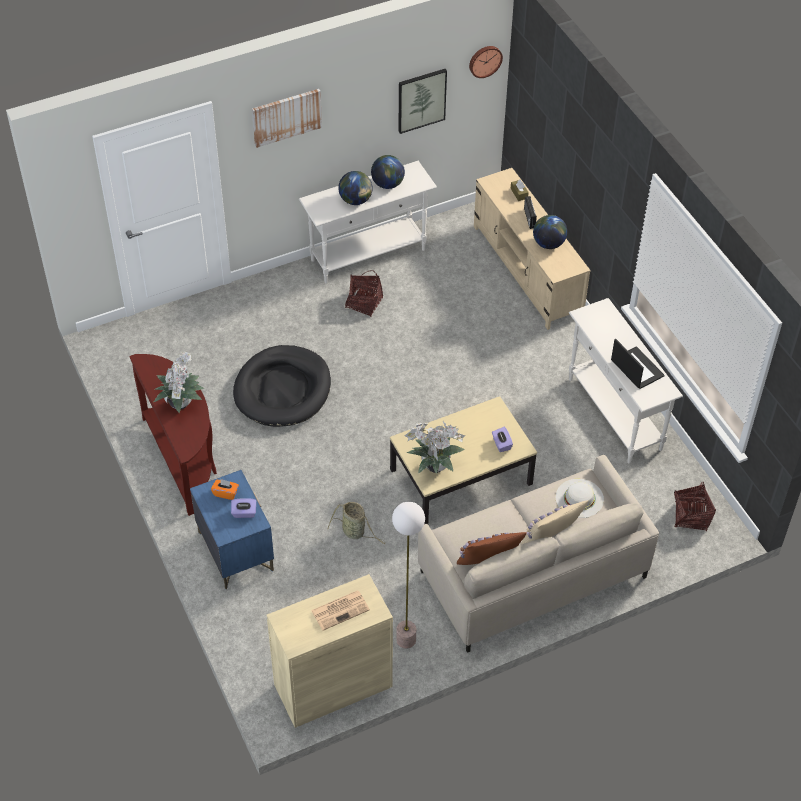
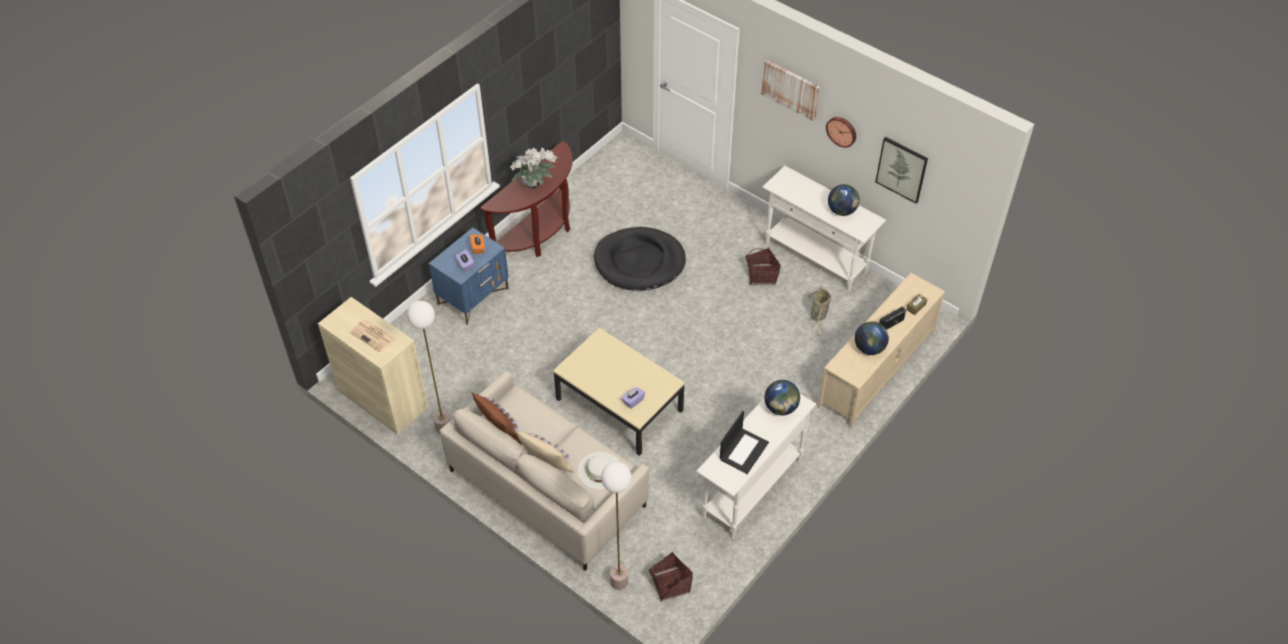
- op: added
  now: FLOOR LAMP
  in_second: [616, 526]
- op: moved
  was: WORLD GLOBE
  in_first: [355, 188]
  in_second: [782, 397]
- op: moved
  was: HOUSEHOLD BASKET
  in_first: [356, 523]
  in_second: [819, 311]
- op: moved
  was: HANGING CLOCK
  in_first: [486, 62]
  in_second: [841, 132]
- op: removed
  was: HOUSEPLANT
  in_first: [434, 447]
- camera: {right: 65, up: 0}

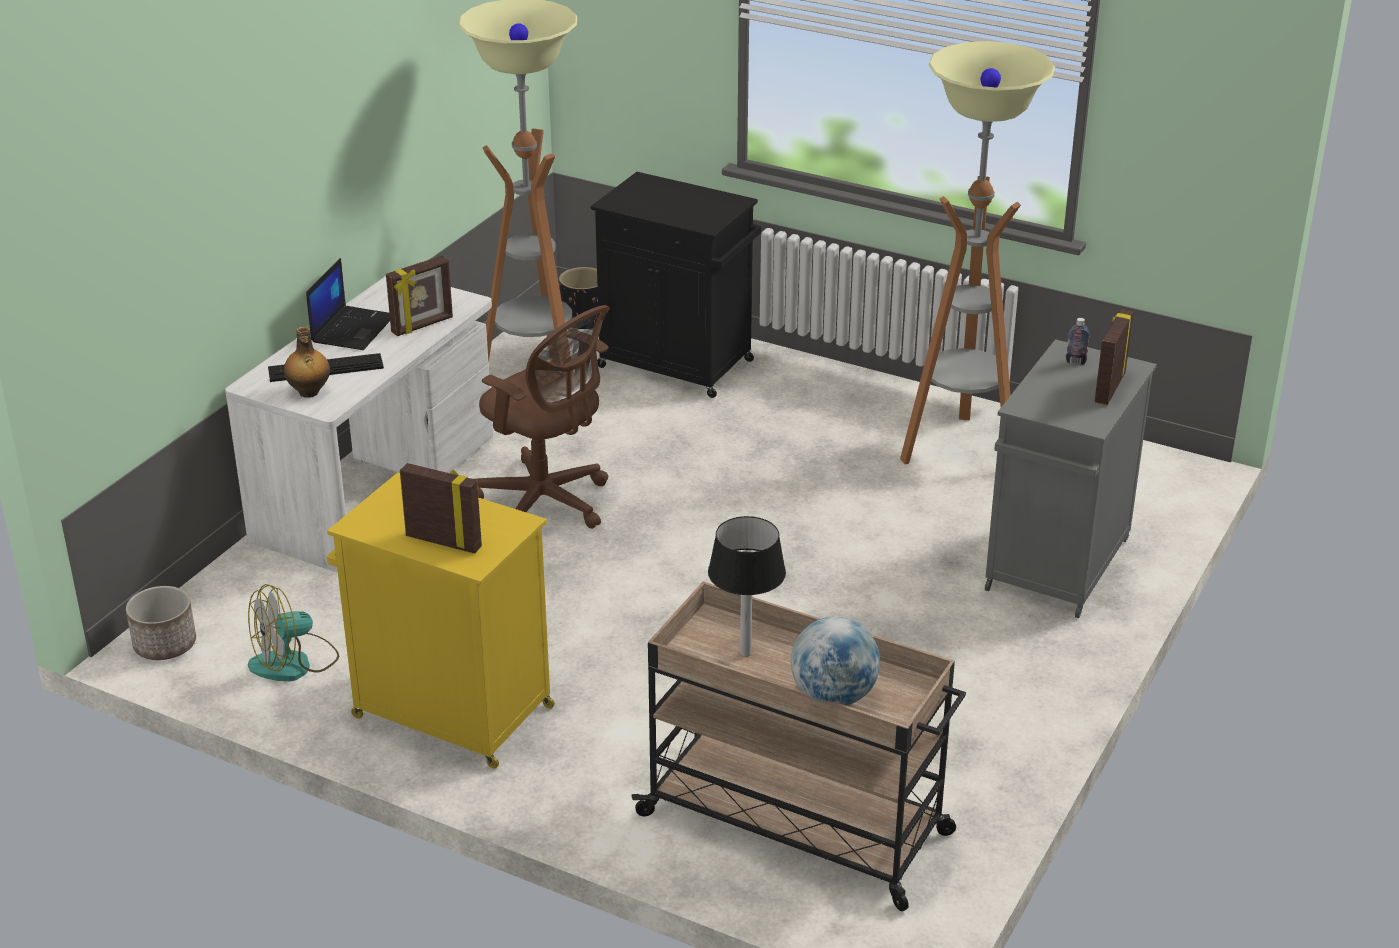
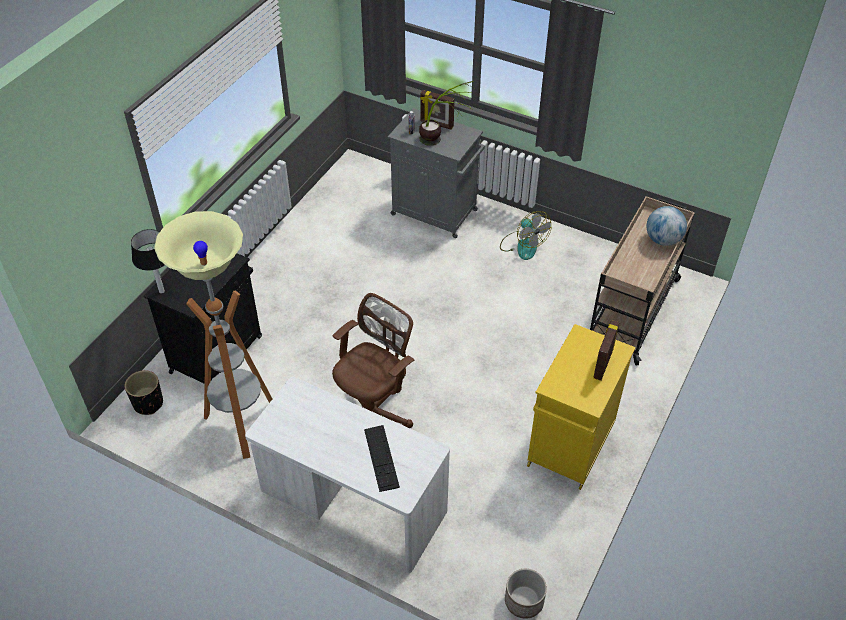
- op: moved
  was: TABLETOP LAMP
  in_first: [747, 586]
  in_second: [148, 261]
- op: added
  now: HOUSEPLANT
  in_second: [446, 113]
- op: moved
  was: ELECTRIC FAN
  in_first: [293, 632]
  in_second: [526, 235]
- op: removed
  was: BEVERAGE BOTTLE
  in_first: [307, 362]
- op: removed
  was: LAPTOP
  in_first: [348, 304]
- op: removed
  was: PICTURE FRAME
  in_first: [419, 295]
- op: removed
  was: FLOOR LAMP
  in_first: [977, 252]
- camera: {right: -90, up: 15}

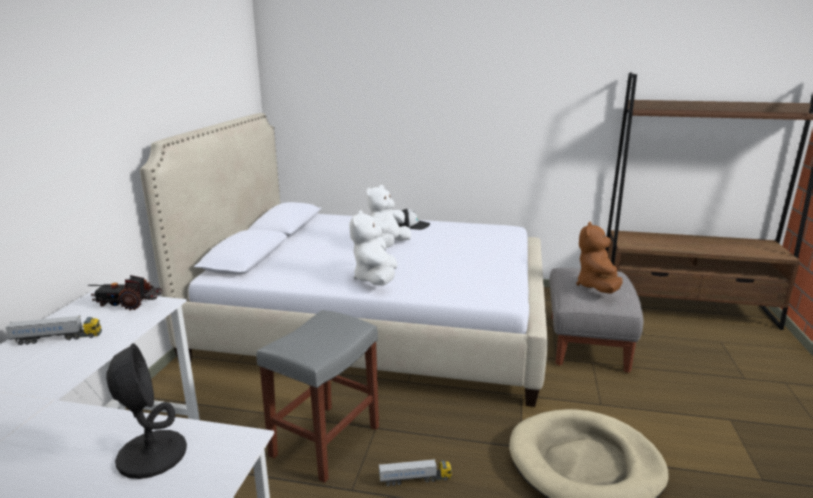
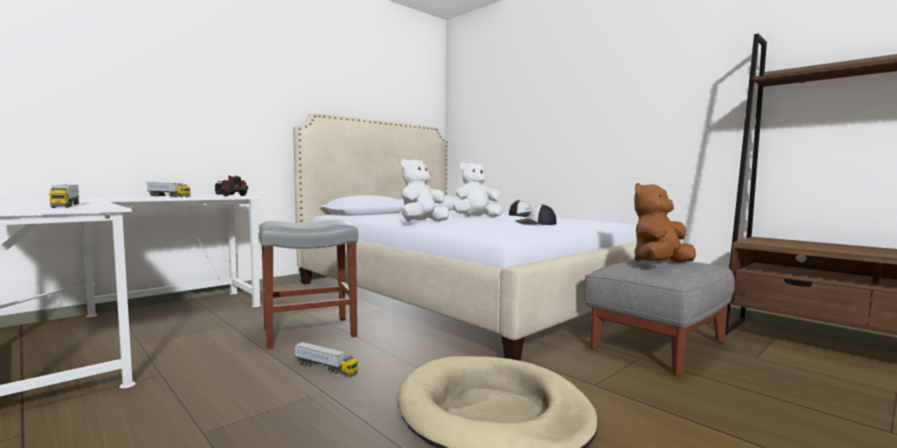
- op: replaced
  was: BLACK TABLETOP LAMP
  now: MODEL TRUCK
  in_first: [146, 411]
  in_second: [64, 196]
- op: added
  now: CAP
  in_second: [535, 214]
- camera: {right: 35, up: -15}

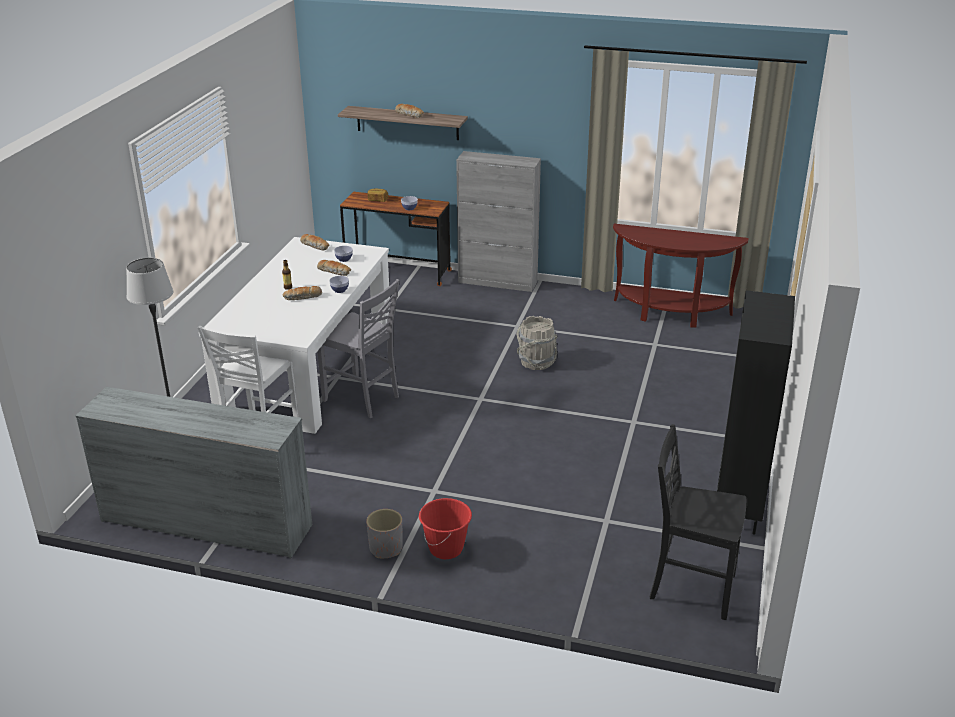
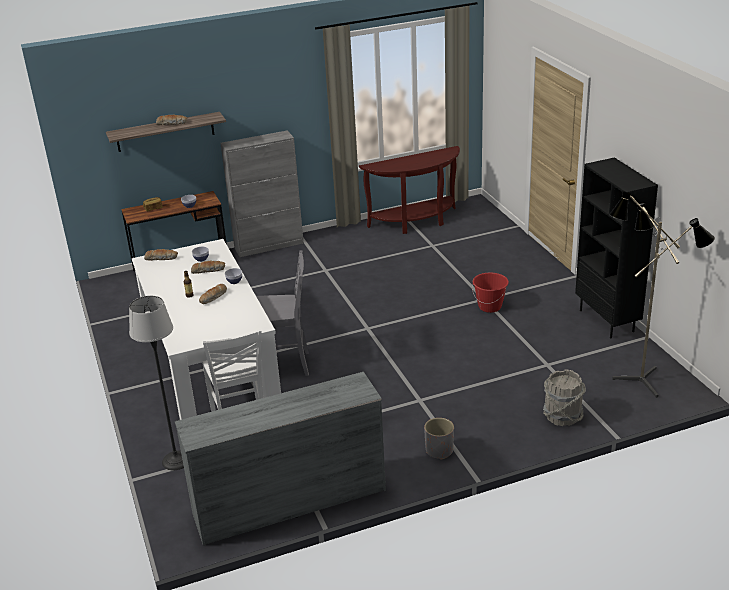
- op: moved
  was: REDDISH WATER BUCKET
  in_first: [445, 528]
  in_second: [490, 293]
- op: moved
  was: GREYISH WATER BUCKET
  in_first: [536, 343]
  in_second: [564, 398]
- op: replaced
  was: BLACK PLAIN CHAIR
  now: FLOOR LAMP
  in_first: [698, 522]
  in_second: [662, 294]
- camera: {right: -35, up: 0}

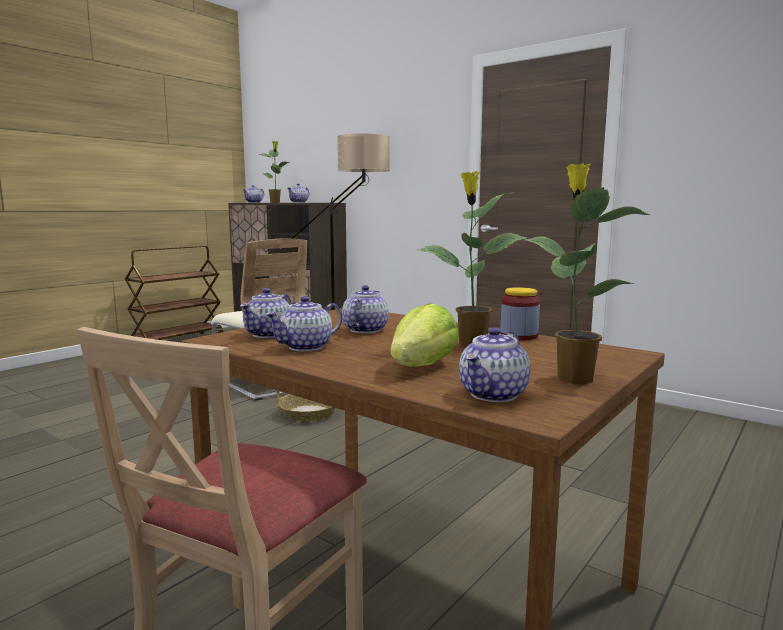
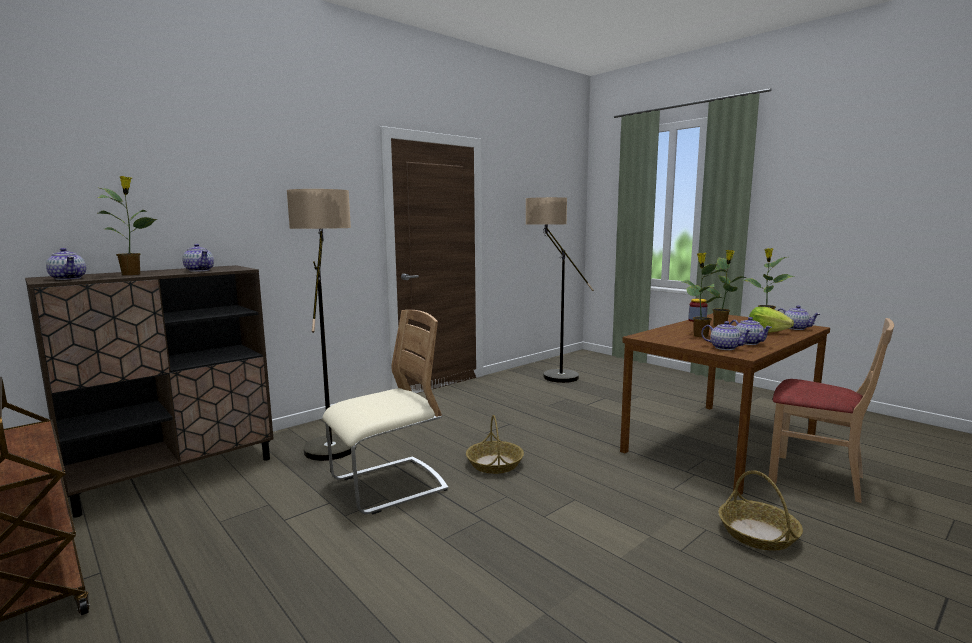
- op: added
  now: FLOOR LAMP
  in_second: [560, 290]
- op: replaced
  was: TEAPOT
  now: HOUSEPLANT
  in_first: [365, 309]
  in_second: [704, 295]
- op: added
  now: HOUSEHOLD BASKET
  in_second: [760, 510]
- camera: {right: -80, up: 0}

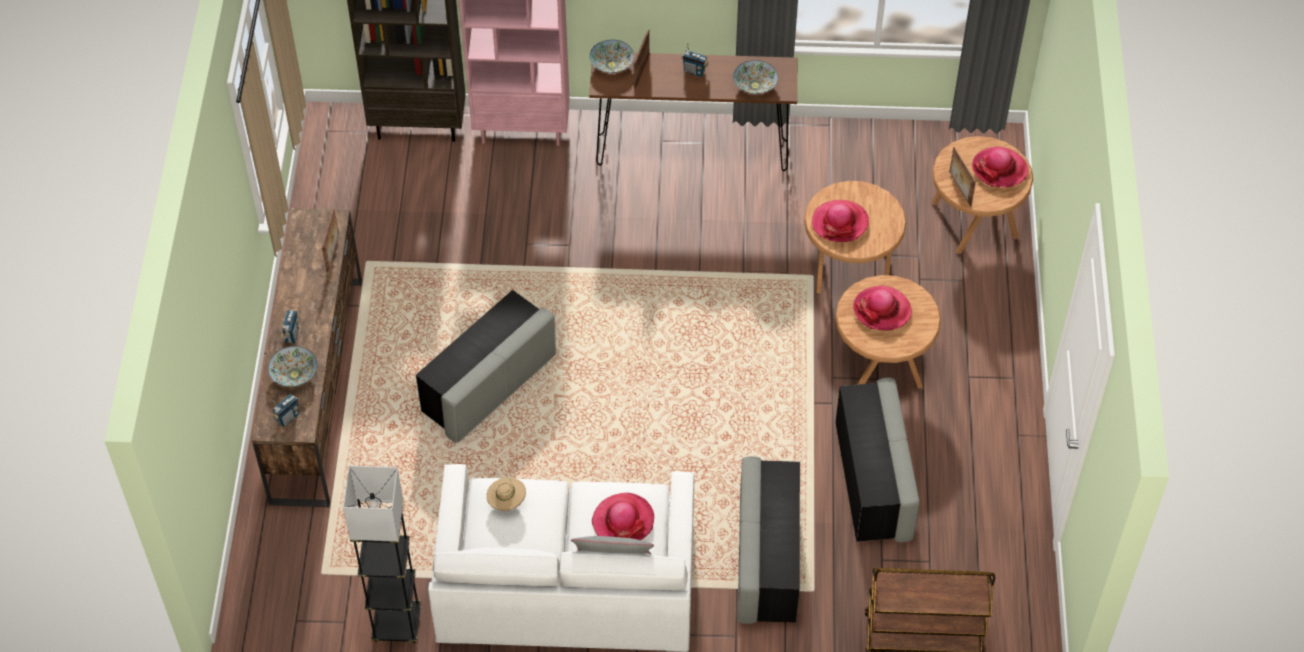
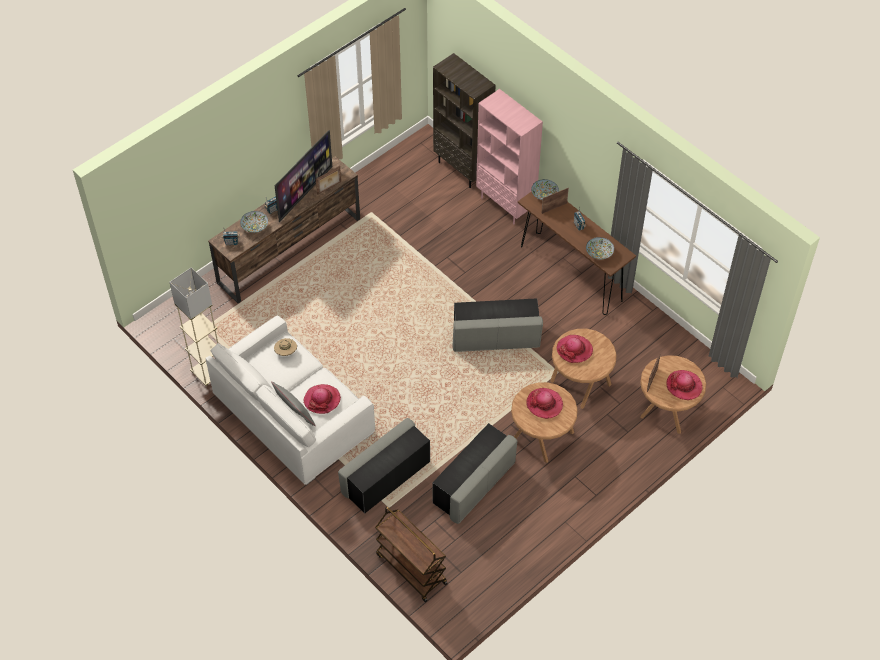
- op: recoloured
  was: BLACK FLOOR LAMP
  now: SAND-COLOURED FLOOR LAMP
  in_first: [382, 554]
  in_second: [194, 327]
- op: added
  now: TELEVISION
  in_second: [303, 176]
- op: moved
  was: GREYISH OTTOMAN
  in_first: [486, 366]
  in_second: [498, 325]
- camera: {right: 45, up: 0}

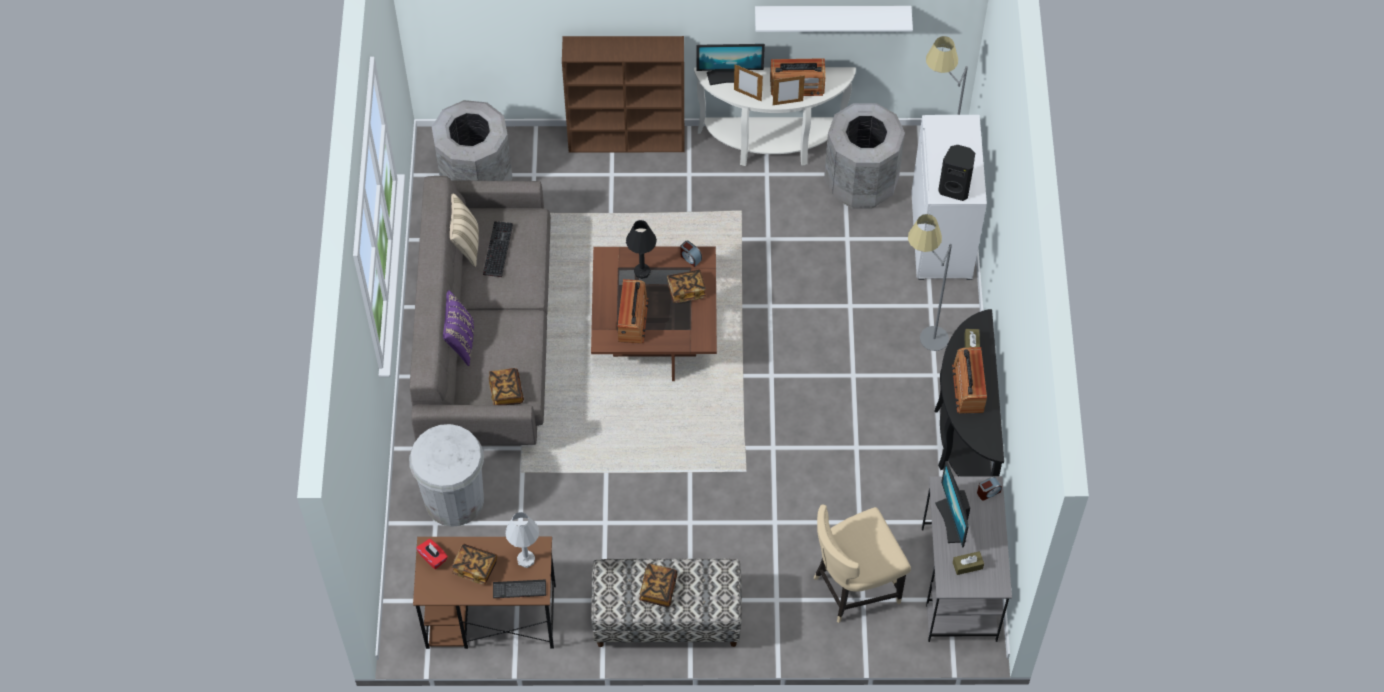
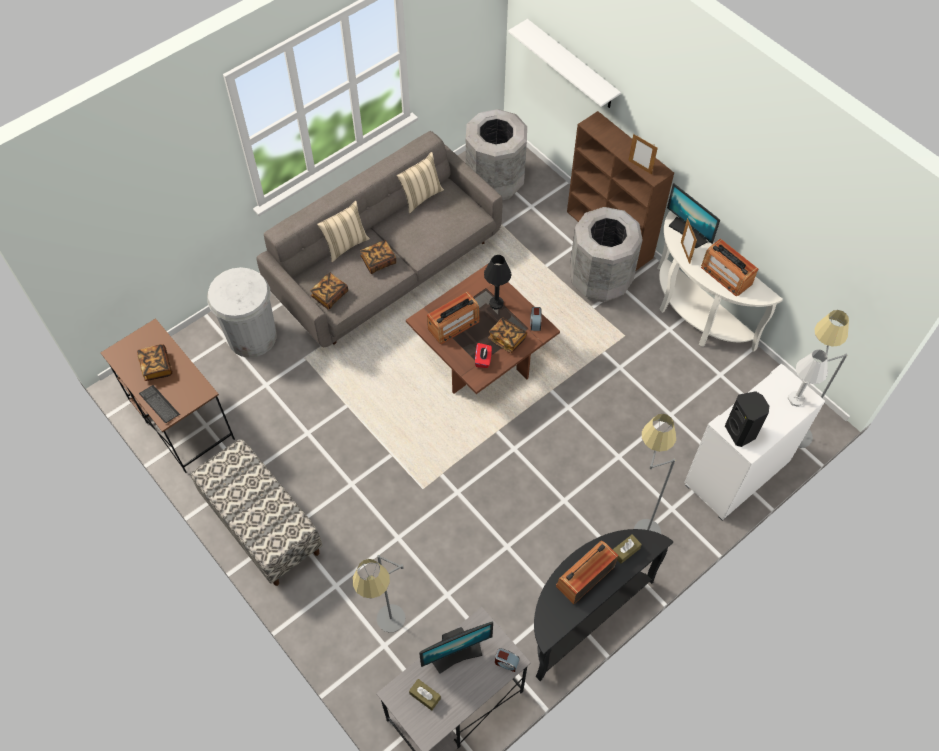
- op: recoloured
  was: PURPLE-COLOURED CUSHION
  now: SAND-COLOURED CUSHION
  in_first: [458, 328]
  in_second: [343, 231]
- op: replaced
  was: SAND-COLOURED PLAIN CHAIR
  now: GREYISH FLOOR LAMP
  in_first: [862, 563]
  in_second: [379, 594]
- op: moved
  was: BOUND BOOK
  in_first: [658, 585]
  in_second: [378, 257]
- op: turned
  was: MONITOR
  in_first: [952, 504]
  in_second: [456, 648]
  clockwise: -150
- op: moved
  was: REDDISH TISSUE BOX
  in_first: [432, 554]
  in_second: [483, 355]
- op: moved
  was: WHITE BRACKET SHELF
  in_first: [834, 19]
  in_second: [564, 63]
- op: moved
  was: GREYISH TRASH CAN
  in_first: [864, 156]
  in_second: [606, 254]
- op: moved
  was: PICTURE FRAME
  in_first: [789, 90]
  in_second: [643, 154]
- op: moved
  was: WHITE TABLETOP LAMP
  in_first: [522, 540]
  in_second: [808, 378]
- op: removed
  was: PC KEYBOARD
  in_first: [498, 249]
- camera: {right: 50, up: 0}

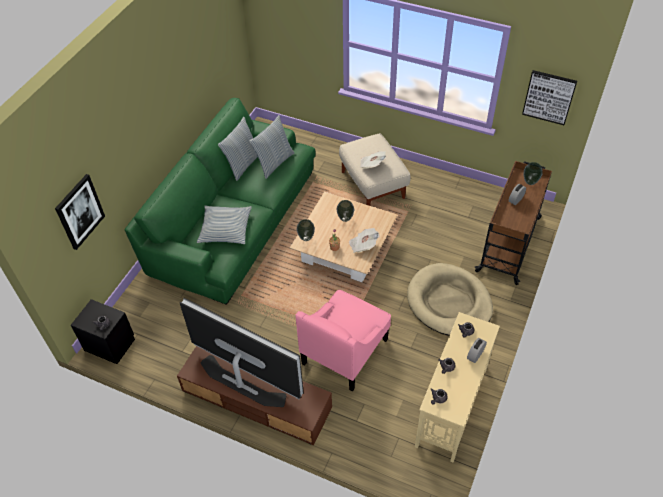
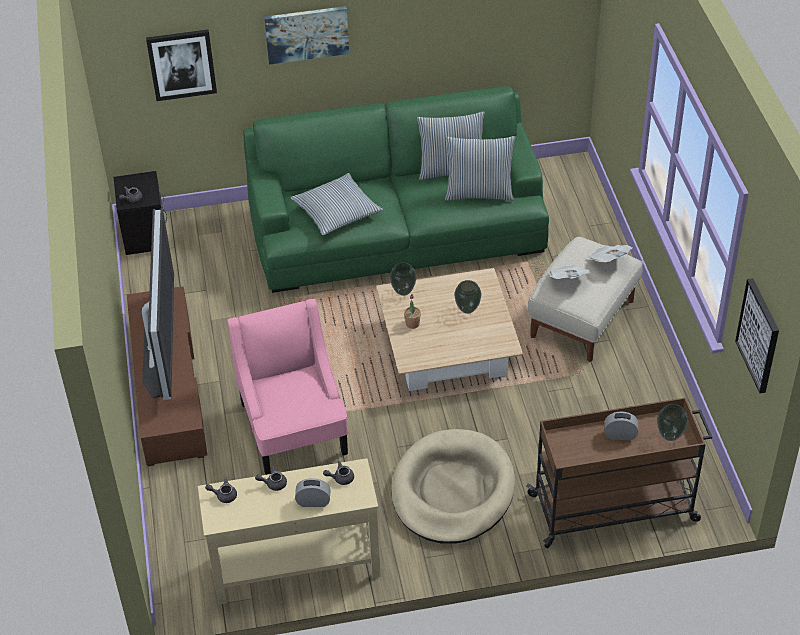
- op: turned
  was: PINKISH LOUNGE CHAIR
  in_first: [343, 341]
  in_second: [288, 386]
  clockwise: 75
- op: added
  now: PICTURE
  in_second: [306, 35]
- op: moved
  was: PRINTED PAPER
  in_first: [364, 240]
  in_second: [610, 253]
- camera: {right: 55, up: -5}

